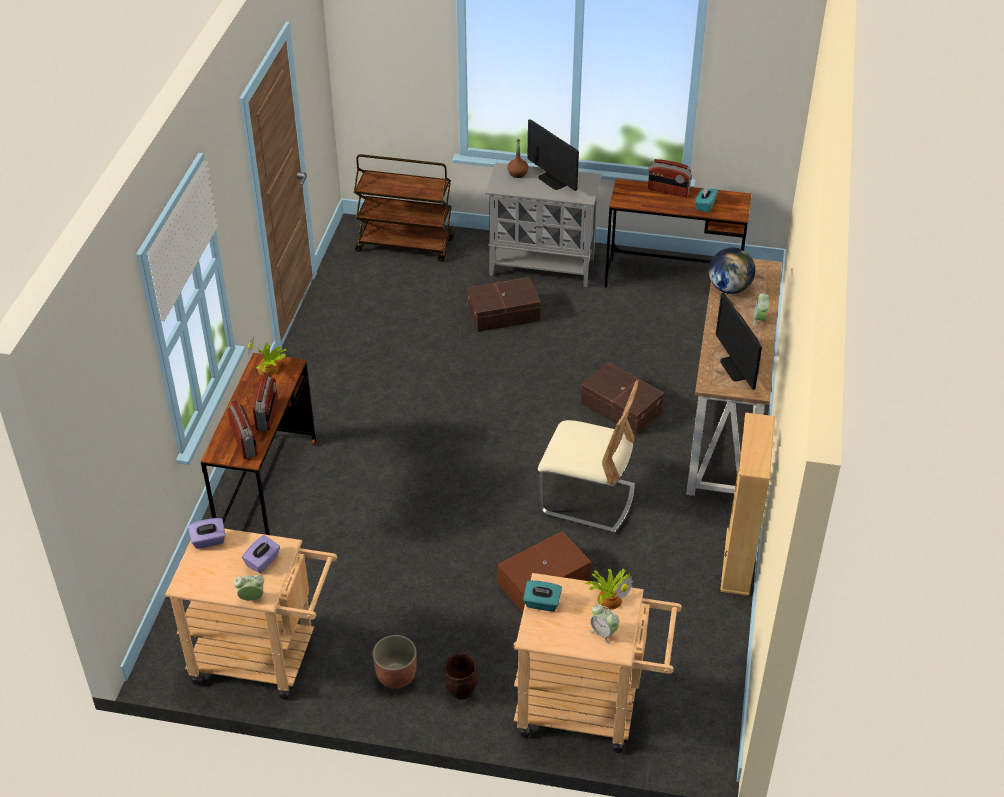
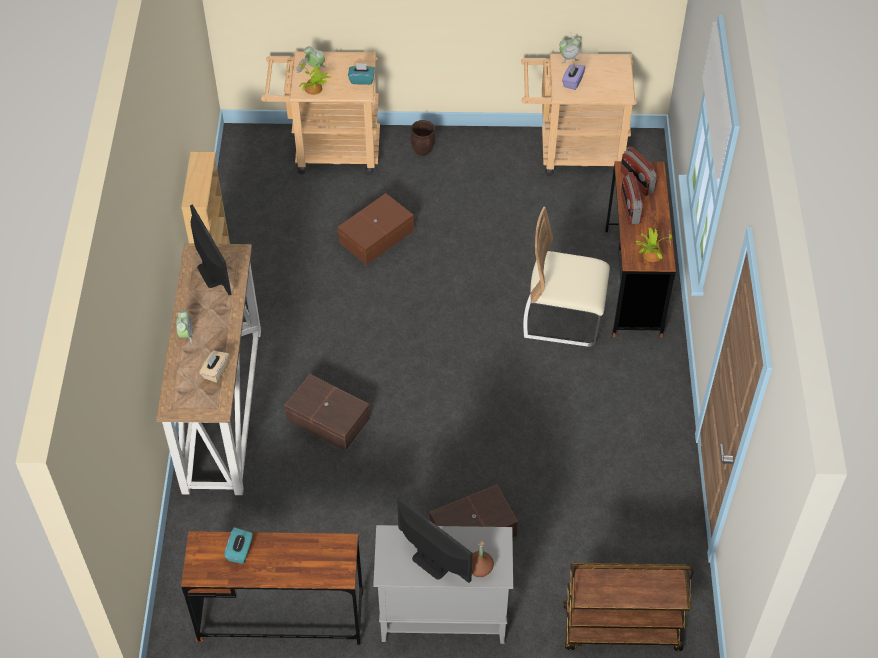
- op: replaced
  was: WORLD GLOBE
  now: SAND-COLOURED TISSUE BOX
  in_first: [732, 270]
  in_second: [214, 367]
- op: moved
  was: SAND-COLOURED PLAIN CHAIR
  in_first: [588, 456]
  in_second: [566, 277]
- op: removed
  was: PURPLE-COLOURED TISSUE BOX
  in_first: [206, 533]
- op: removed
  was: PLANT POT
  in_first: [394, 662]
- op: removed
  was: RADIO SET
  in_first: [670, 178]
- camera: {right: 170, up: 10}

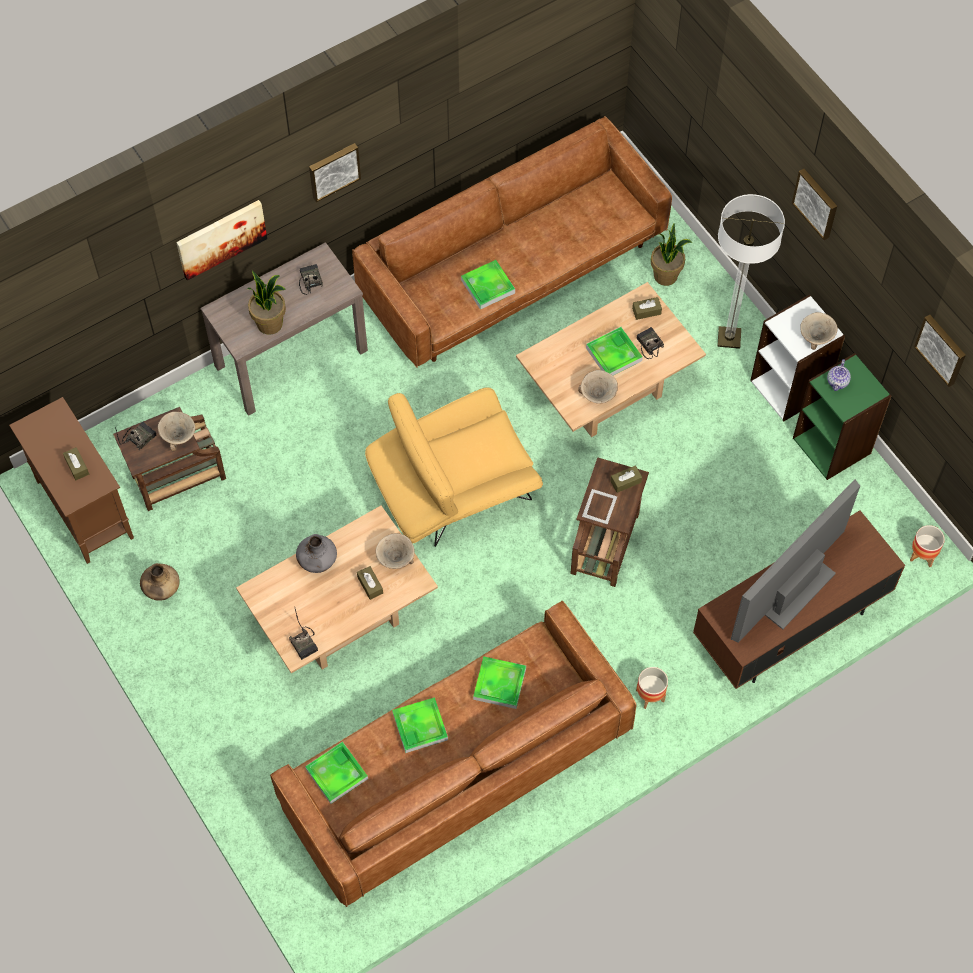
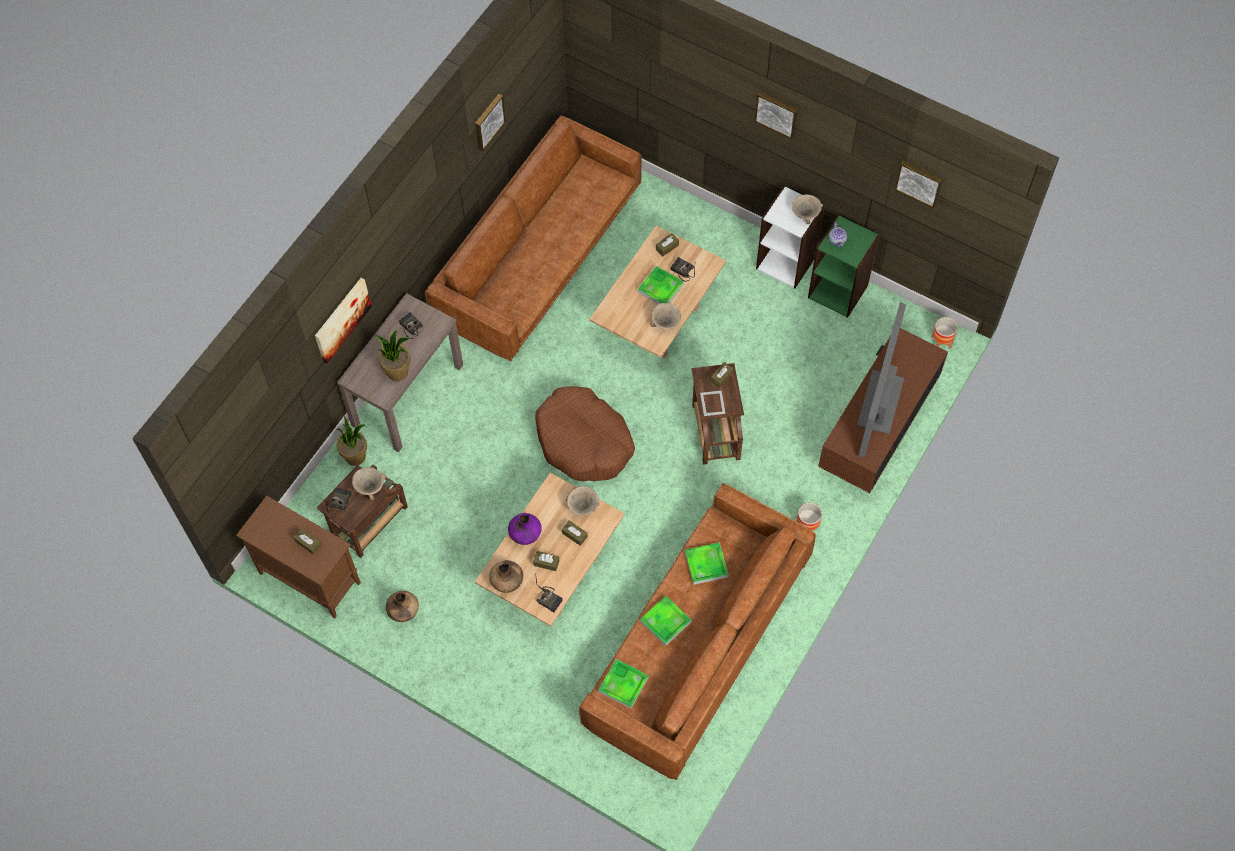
- op: moved
  was: HOUSEPLANT
  in_first: [671, 255]
  in_second: [351, 441]
- op: moved
  was: PICTURE
  in_first: [335, 172]
  in_second: [490, 122]
- op: added
  now: BROWN-COLOURED VASE
  in_second: [506, 576]
- op: recoloured
  was: GREYISH VASE
  now: PURPLE-COLOURED VASE
  in_first: [316, 553]
  in_second: [525, 529]
- op: added
  now: BROWN-COLOURED TISSUE BOX
  in_second: [546, 561]
- op: replaced
  was: YELLOWISH LOUNGE CHAIR
  now: BROWN-COLOURED PET BED
  in_first: [454, 467]
  in_second: [585, 433]
- op: removed
  was: CARRYING TRAY
  in_first: [488, 284]
- op: removed
  was: FLOOR LAMP
  in_first: [751, 271]
- camera: {right: -25, up: 0}

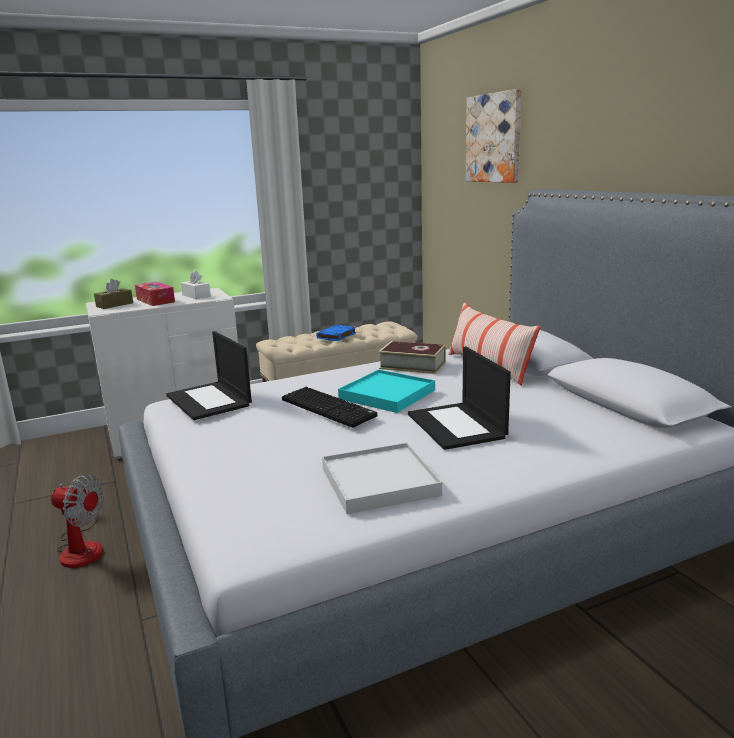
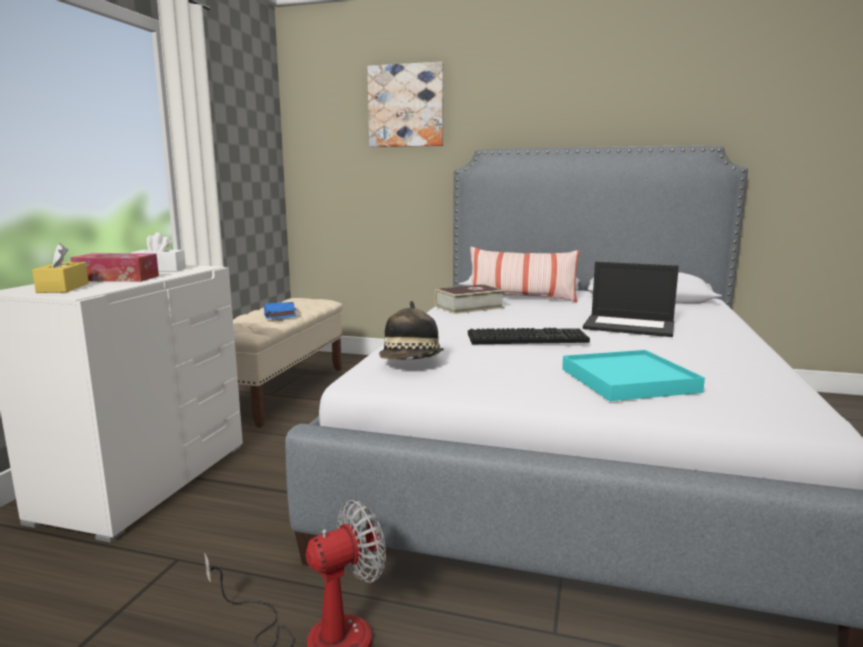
- op: recoloured
  was: BROWN-COLOURED TISSUE BOX
  now: YELLOWISH TISSUE BOX
  in_first: [113, 294]
  in_second: [60, 268]
- op: replaced
  was: LAPTOP
  now: CLOTHING HAT
  in_first: [209, 375]
  in_second: [411, 330]
- op: moved
  was: TURQUOISE CARRYING TRAY
  in_first: [386, 391]
  in_second: [633, 375]
- op: removed
  was: WHITE CARRYING TRAY
  in_first: [382, 478]
- camera: {right: -50, up: -5}

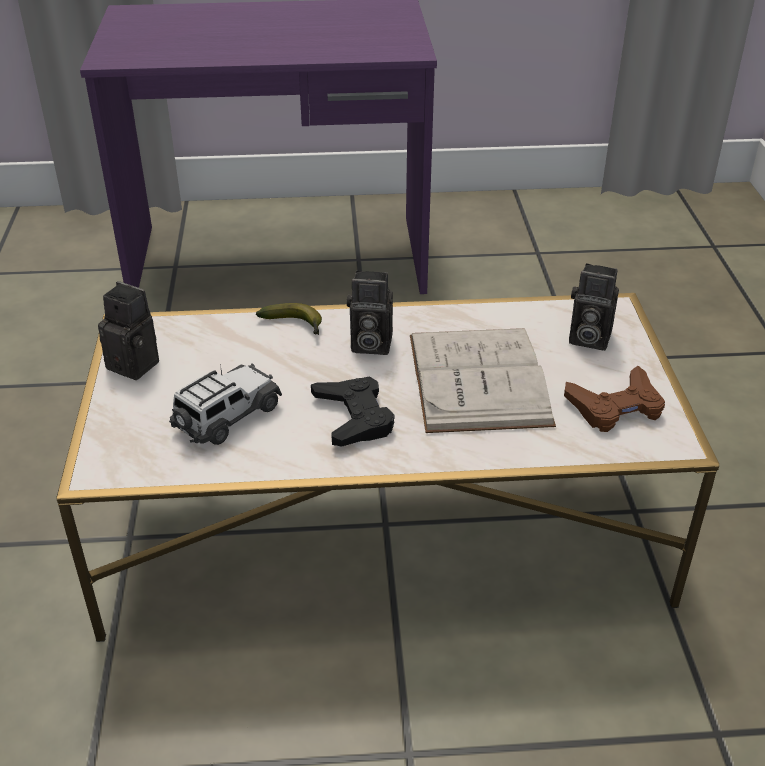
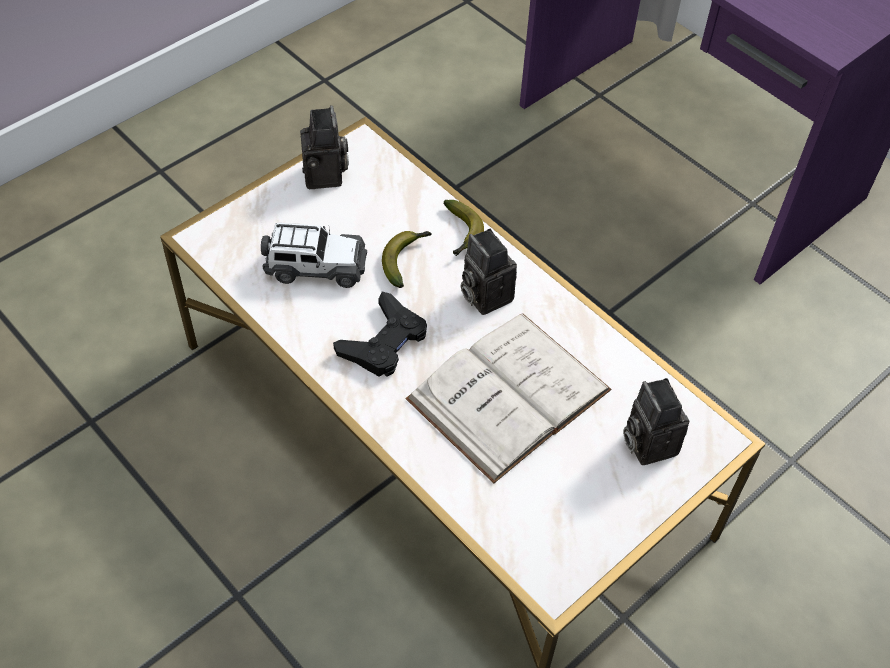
- op: added
  now: BANANA
  in_second: [407, 259]
- op: removed
  was: BROWN-COLOURED JOYPAD
  in_first: [614, 399]
- camera: {right: 50, up: 15}

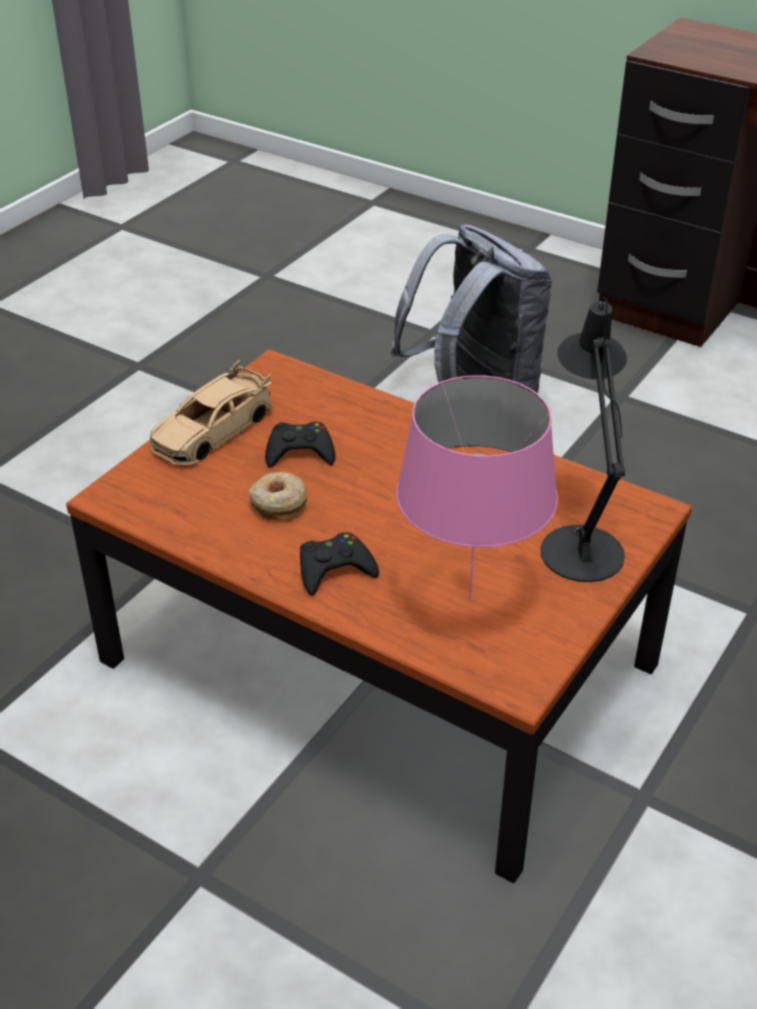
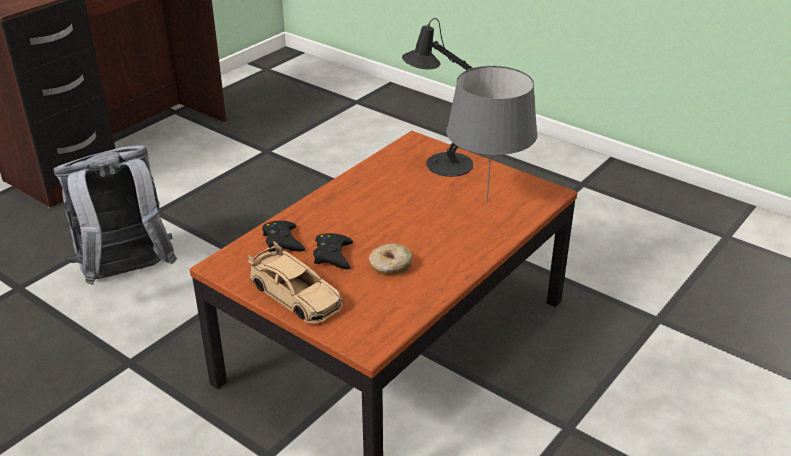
- op: moved
  was: BLACK JOYPAD
  in_first: [339, 564]
  in_second: [283, 236]
- op: recoloured
  was: PINKISH TABLETOP LAMP
  now: GREYISH TABLETOP LAMP
  in_first: [477, 487]
  in_second: [491, 134]
- camera: {right: -85, up: -5}

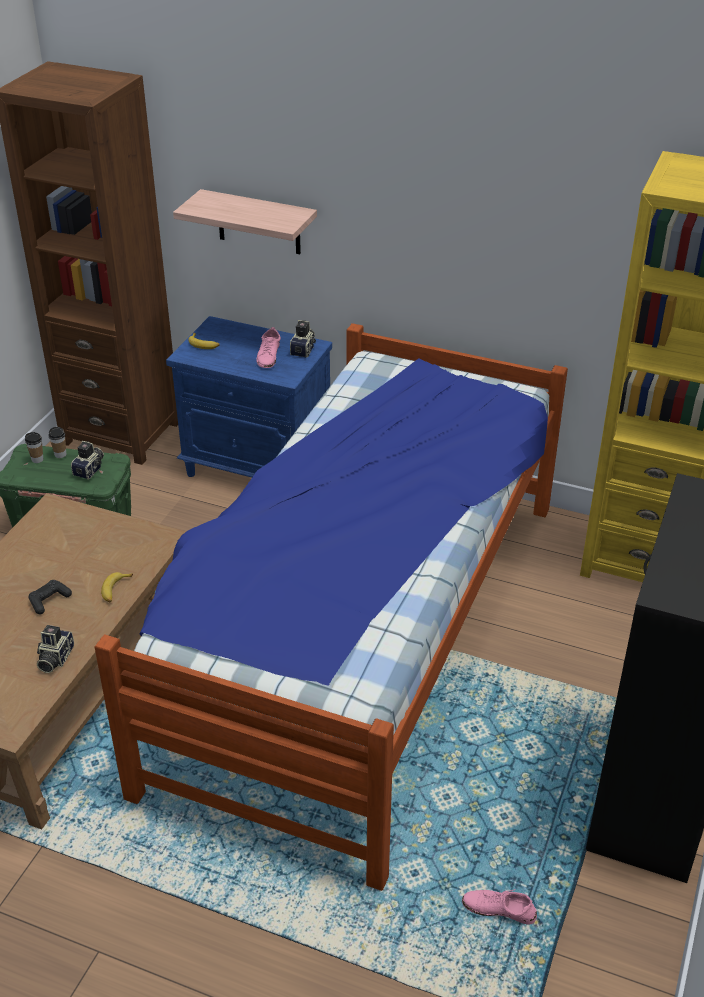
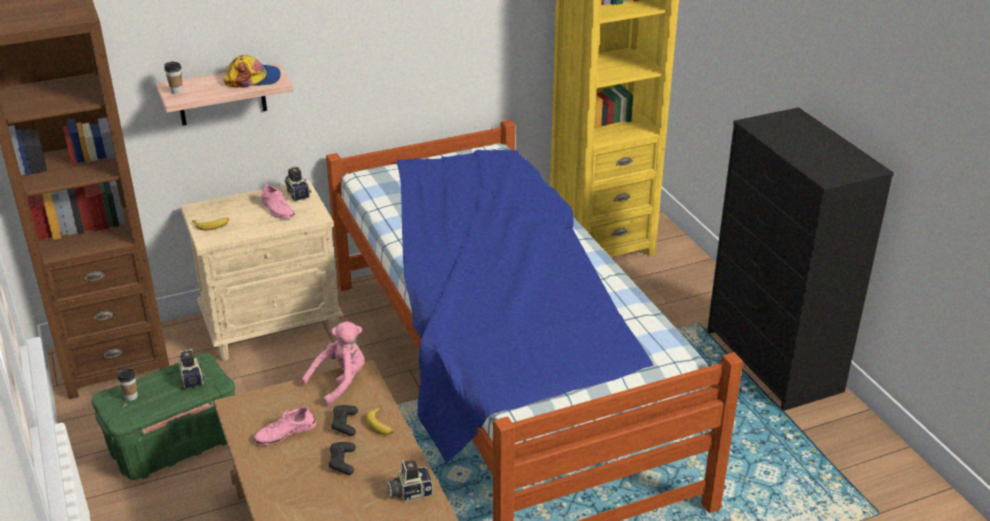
- op: moved
  was: CUP
  in_first: [57, 442]
  in_second: [173, 78]
- op: recoloured
  was: BLUE NIGHT TABLE
  now: SAND-COLOURED NIGHT TABLE
  in_first: [249, 397]
  in_second: [262, 270]
- op: added
  now: CAP
  in_second: [252, 71]
- op: moved
  was: PINKISH LOW SHOE
  in_first: [499, 907]
  in_second: [285, 425]
- op: added
  now: PINKISH PLUSH TOY
  in_second: [333, 363]
- op: added
  now: BLACK JOYPAD
  in_second: [344, 420]
- op: turned
  was: STILL CAMERA
  in_first: [55, 649]
  in_second: [410, 480]
  clockwise: 105
- camera: {right: -45, up: -5}

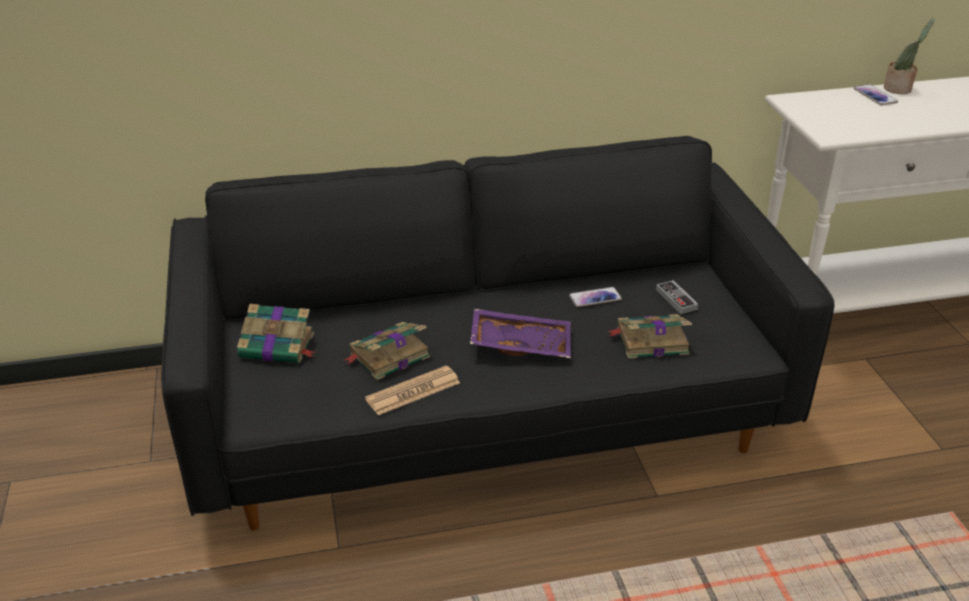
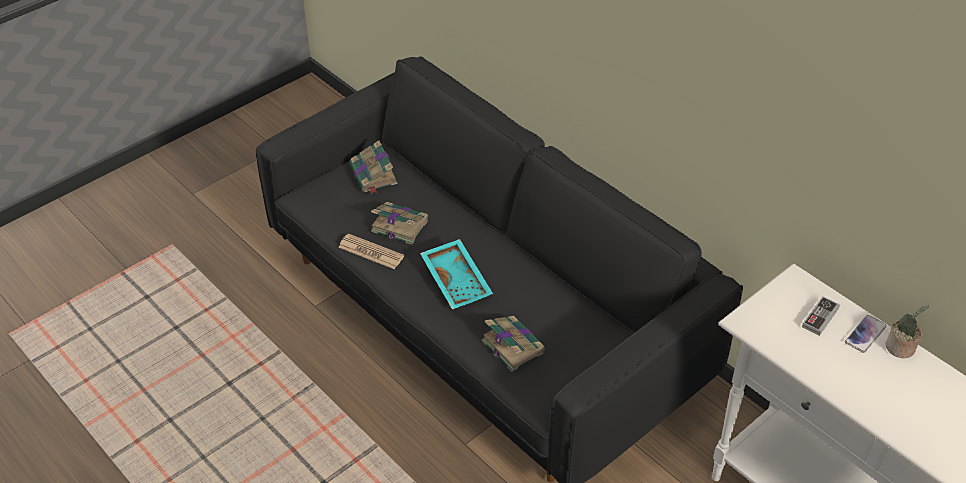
- op: recoloured
  was: PURPLE-COLOURED CARRYING TRAY
  now: TURQUOISE CARRYING TRAY
  in_first: [520, 333]
  in_second: [456, 274]
- op: moved
  was: JOYPAD
  in_first: [677, 297]
  in_second: [821, 316]
- op: removed
  was: HANDSET
  in_first: [595, 297]
- camera: {right: 60, up: 10}

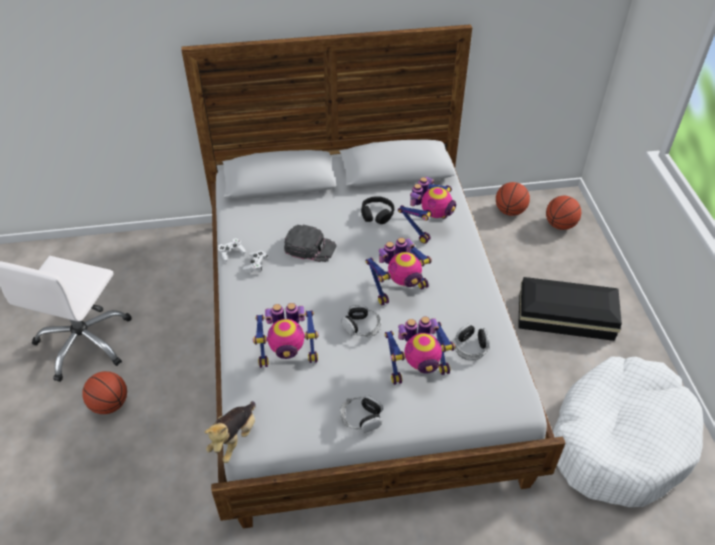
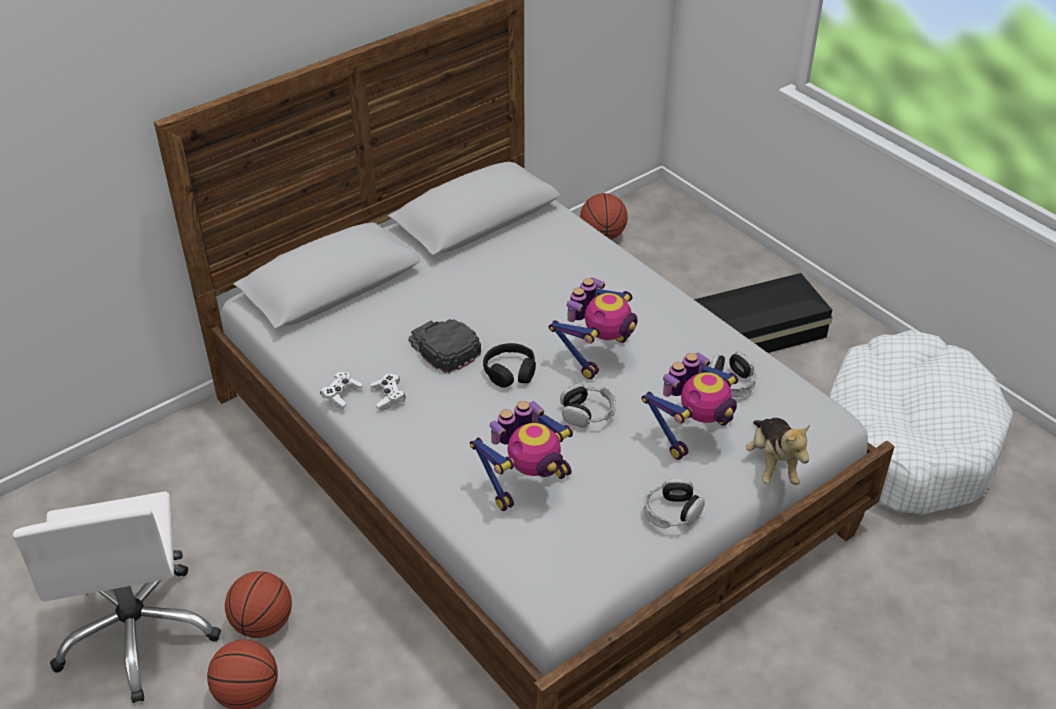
- op: moved
  was: BASKETBALL
  in_first: [563, 213]
  in_second: [258, 604]
- op: turned
  was: BLACK CAP
  in_first: [310, 243]
  in_second: [444, 346]
  clockwise: -120
- op: moved
  was: BLACK PAIR OF HEADPHONES
  in_first: [377, 210]
  in_second: [509, 365]
- op: moved
  was: PLUSH TOY
  in_first: [230, 432]
  in_second: [778, 451]
- op: removed
  was: TOY ROBOT
  in_first: [427, 210]
- camera: {right: -30, up: -5}

